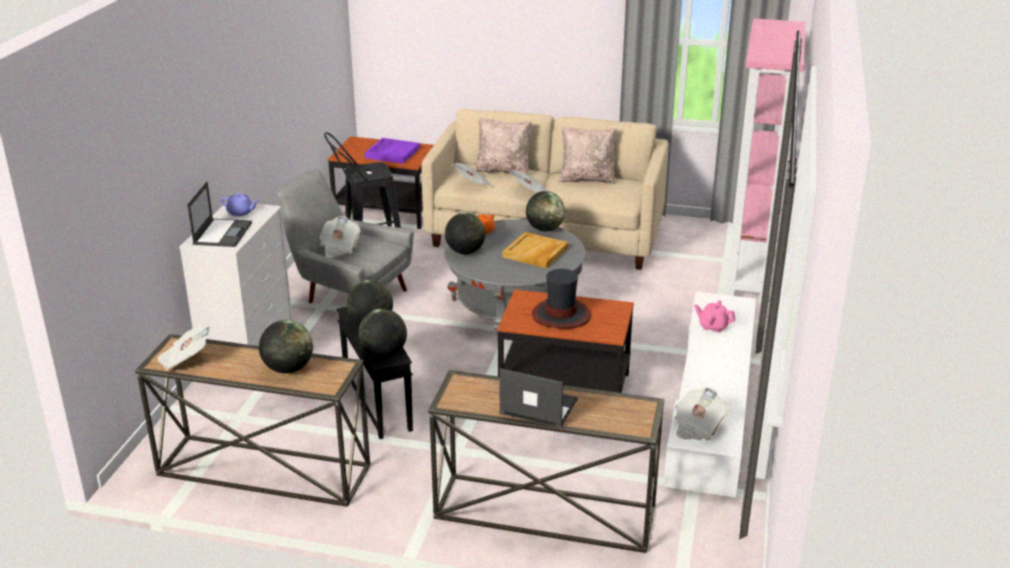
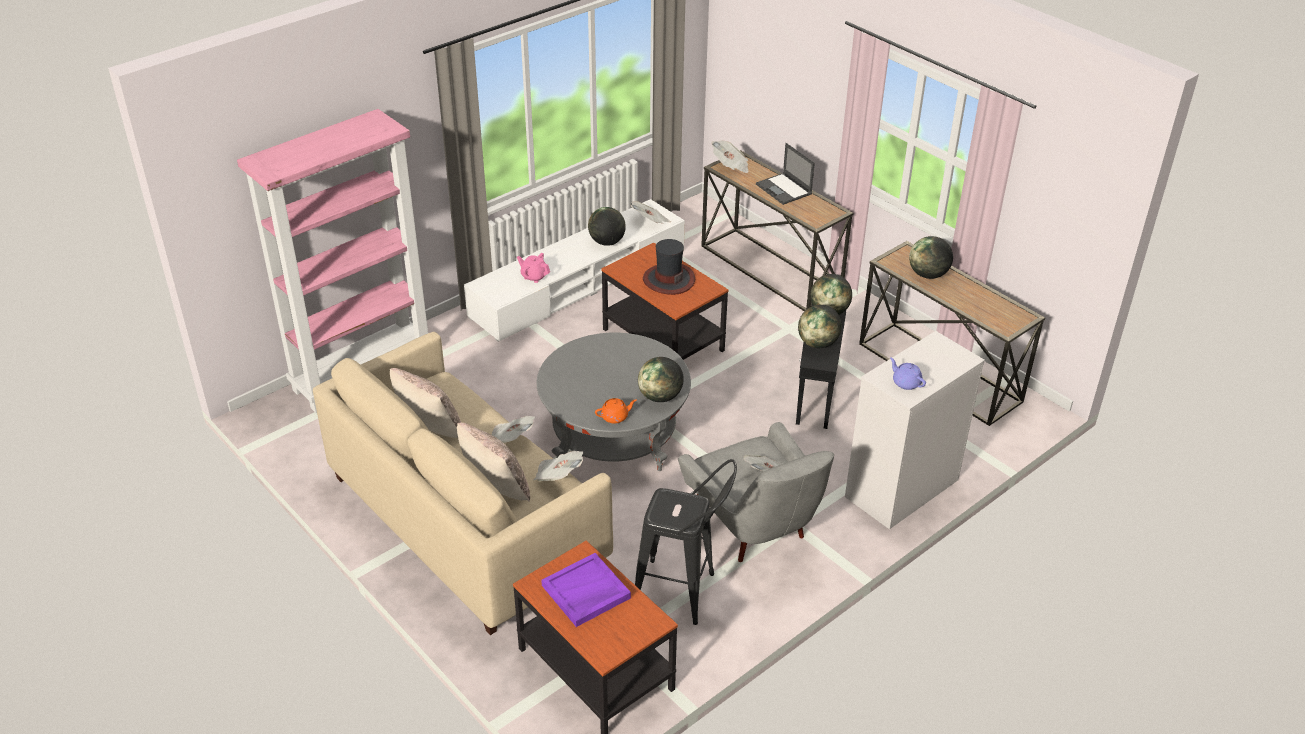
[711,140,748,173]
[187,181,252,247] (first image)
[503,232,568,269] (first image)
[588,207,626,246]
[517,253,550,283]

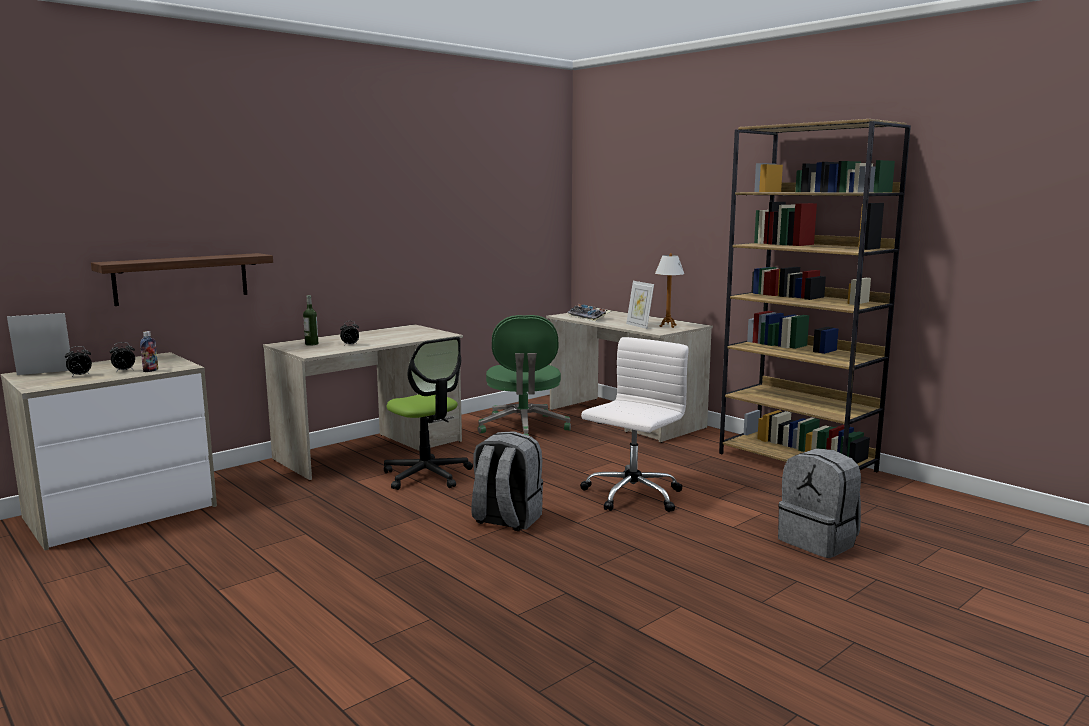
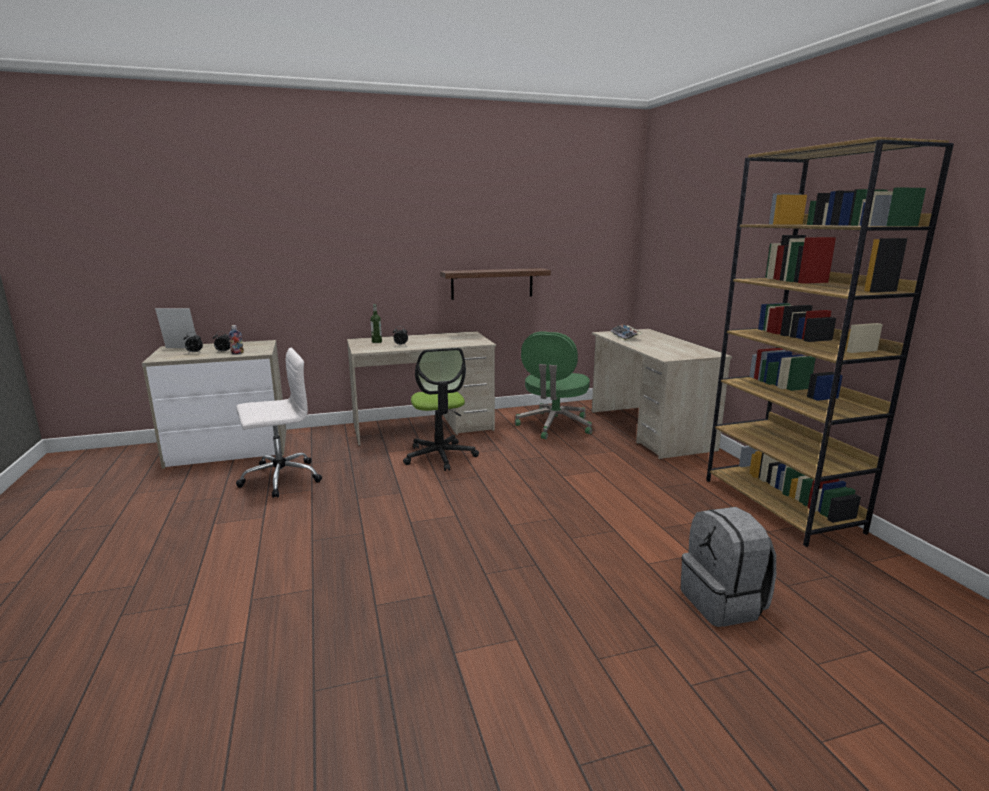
[440,268,551,300]
[471,431,543,531] (first image)
[236,348,322,498]
[626,281,654,329] (first image)
[655,253,684,328] (first image)

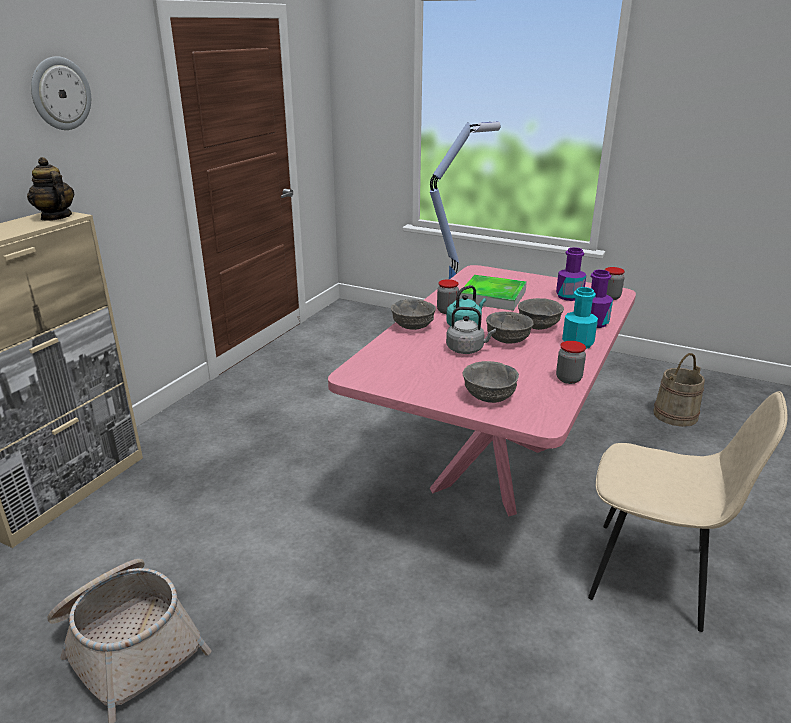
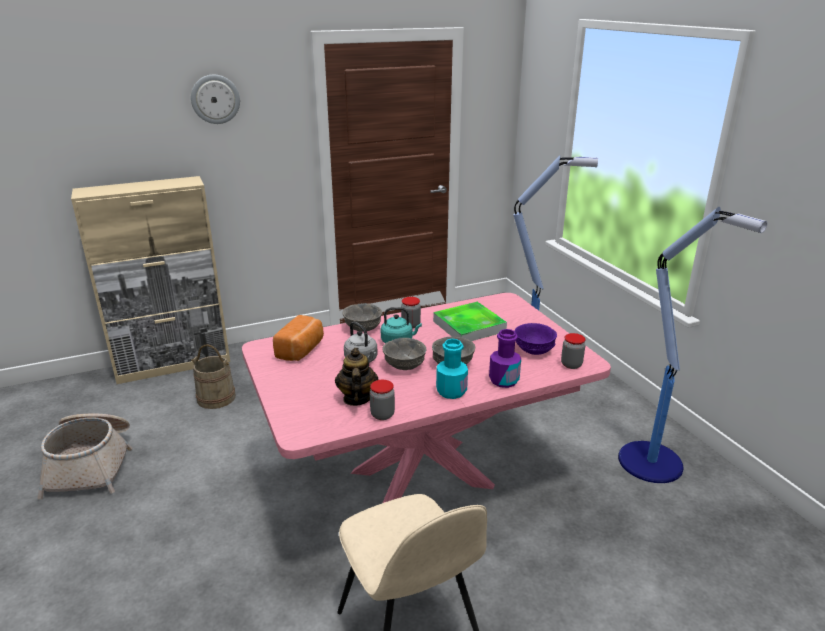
[335,348,378,406]
[463,361,519,403] (first image)
[514,323,557,355]
[191,344,235,409]
[273,315,324,361]
[618,207,767,483]

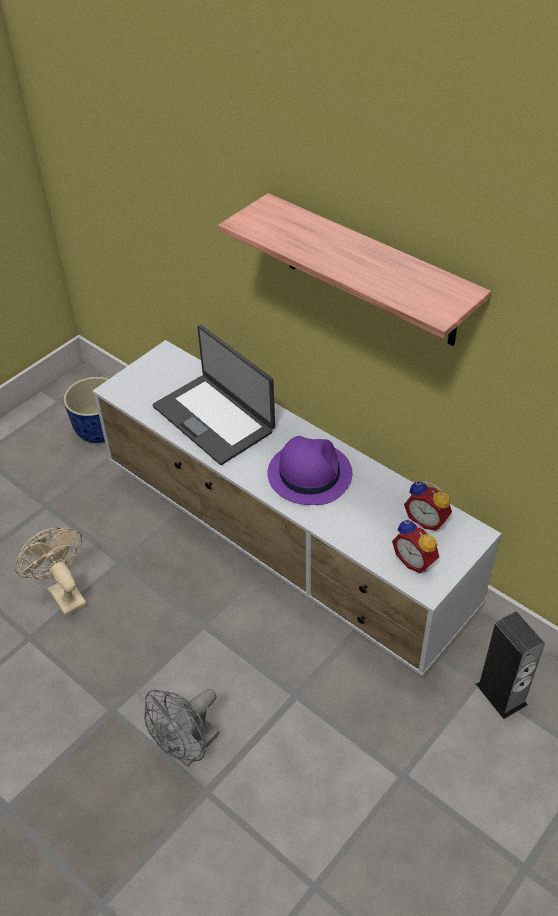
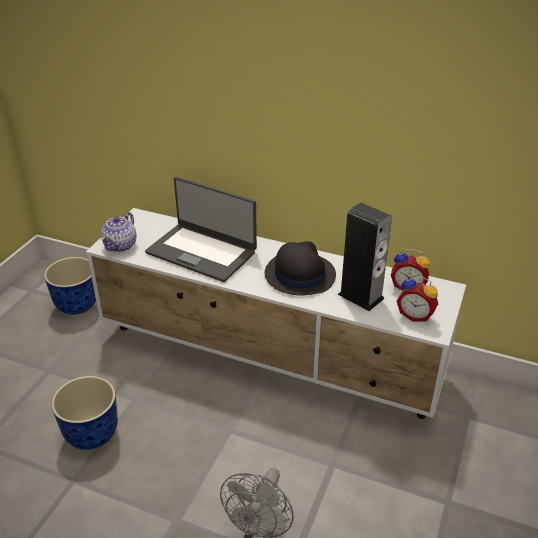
[51,376,118,450]
[218,193,491,346] (first image)
[265,241,336,296]
[338,202,392,311]
[100,212,136,252]

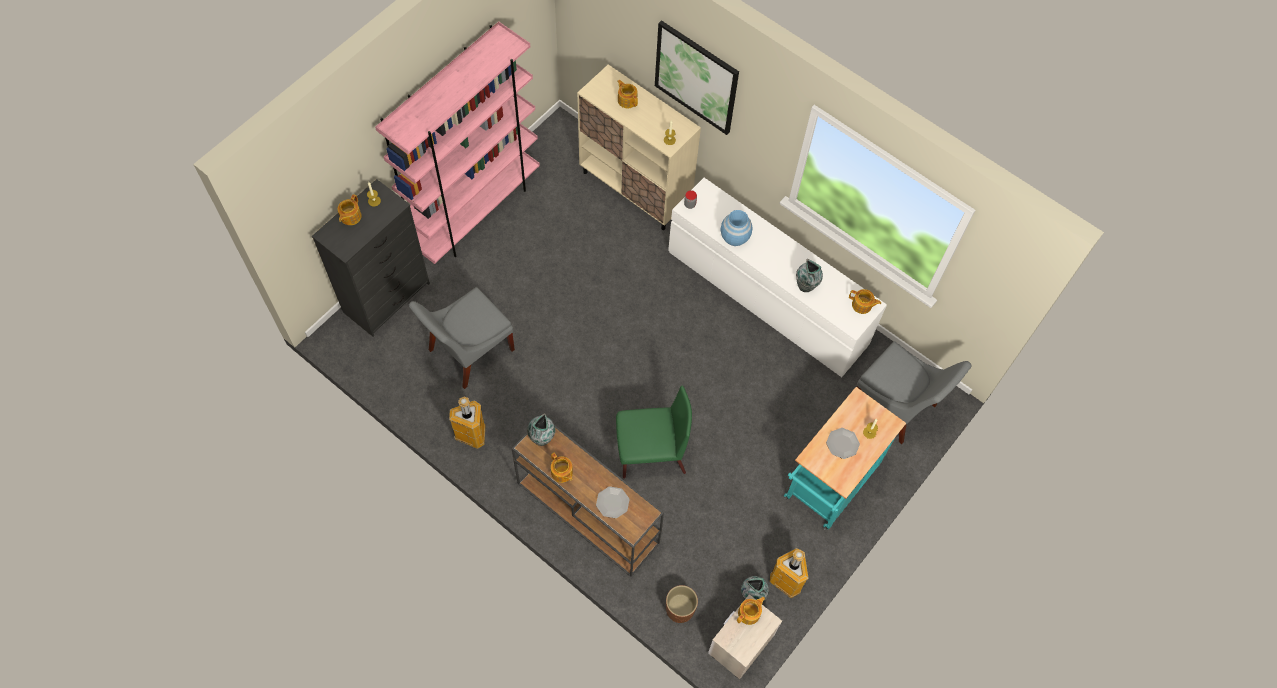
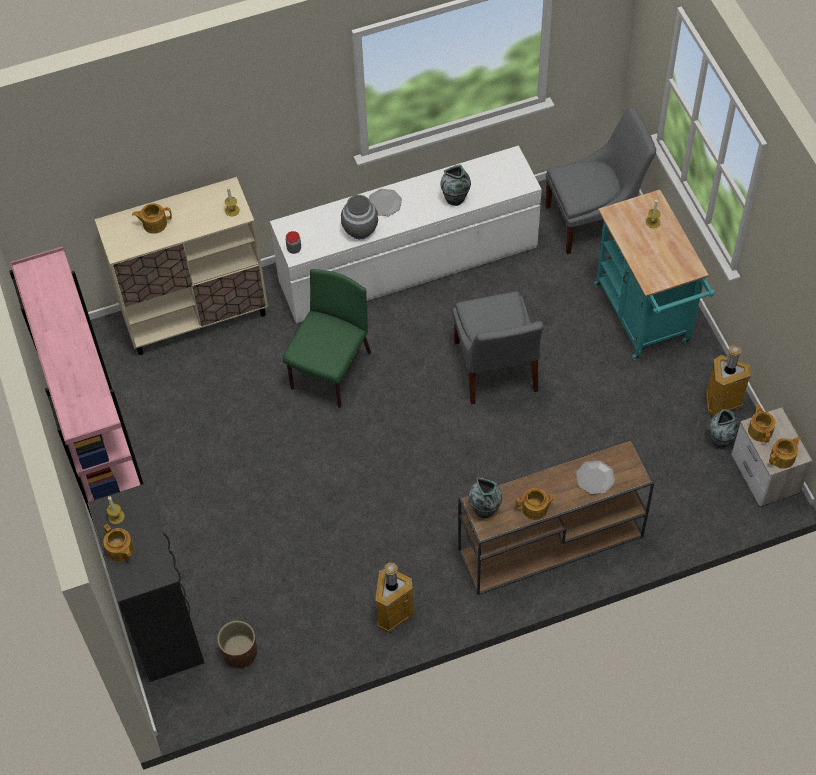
[453,291,544,405]
[283,269,371,408]
[655,20,739,135] (first image)
[217,621,257,668]
[341,195,378,239]
[369,189,402,216]
[769,436,801,469]

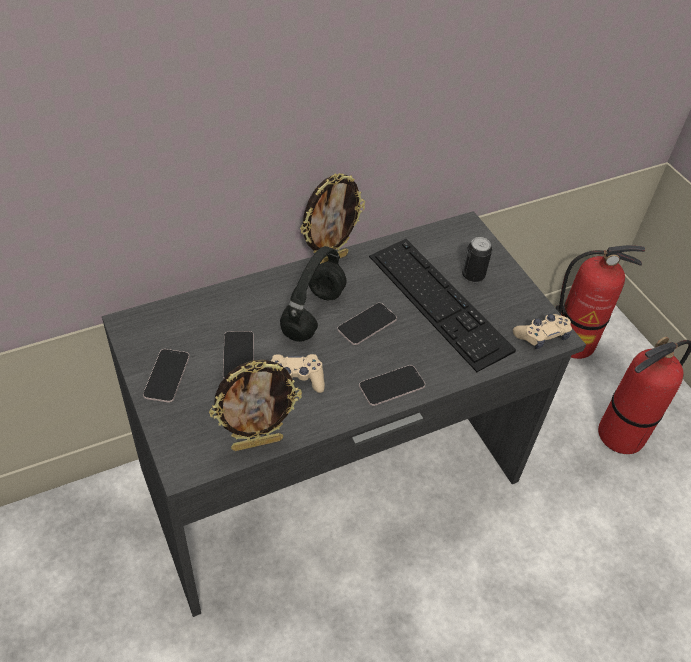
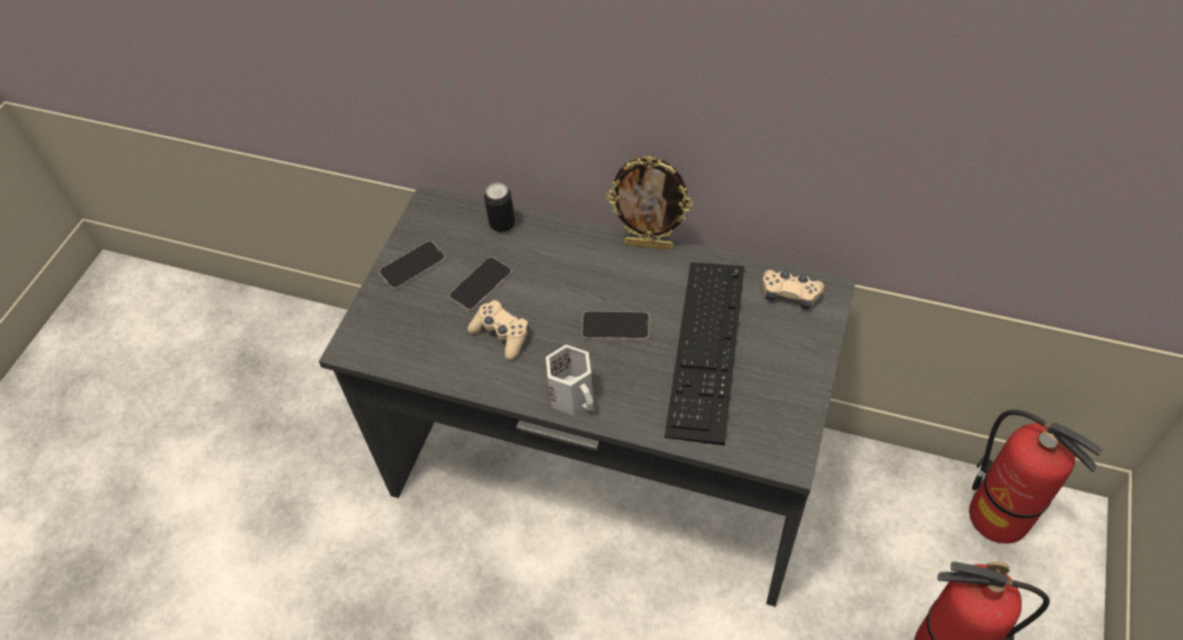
[209,360,302,451] (first image)
[280,246,346,342] (first image)
[546,345,594,416]
[484,183,515,232]
[762,270,824,309]

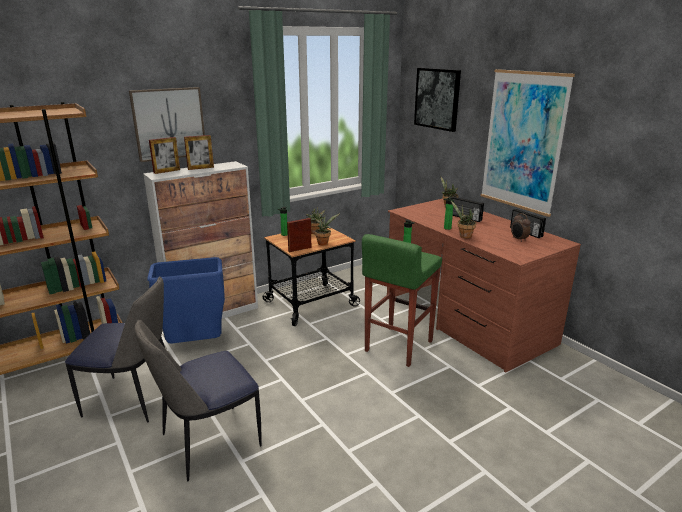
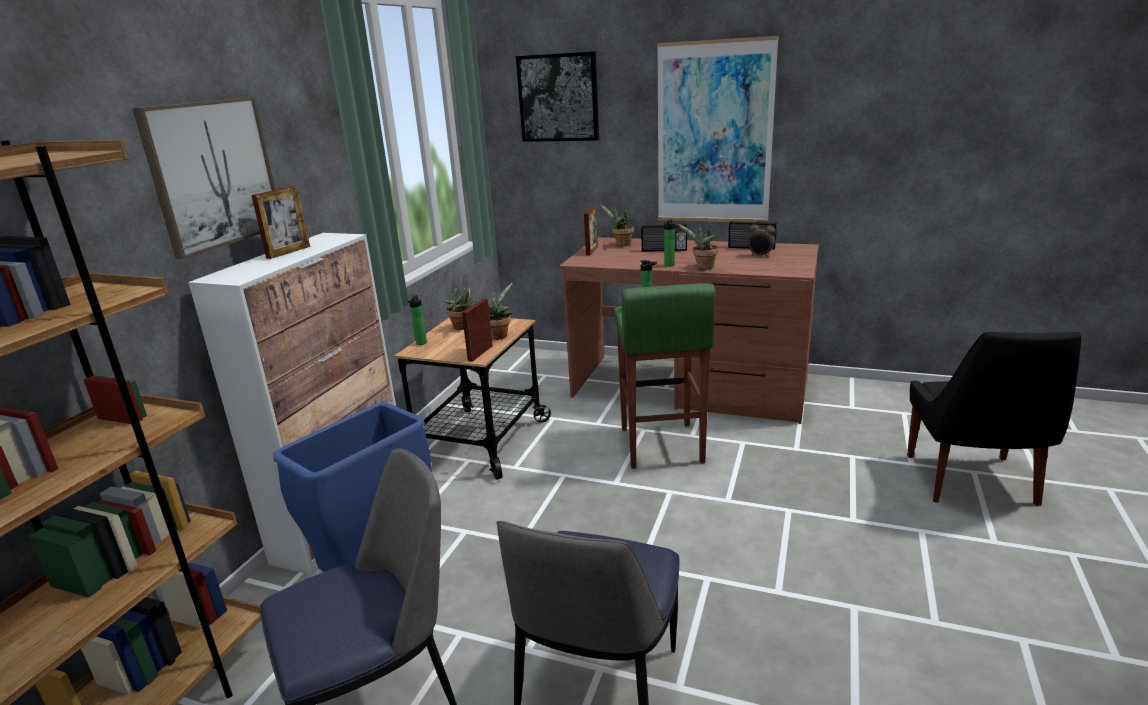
[584,207,598,256]
[907,332,1081,506]

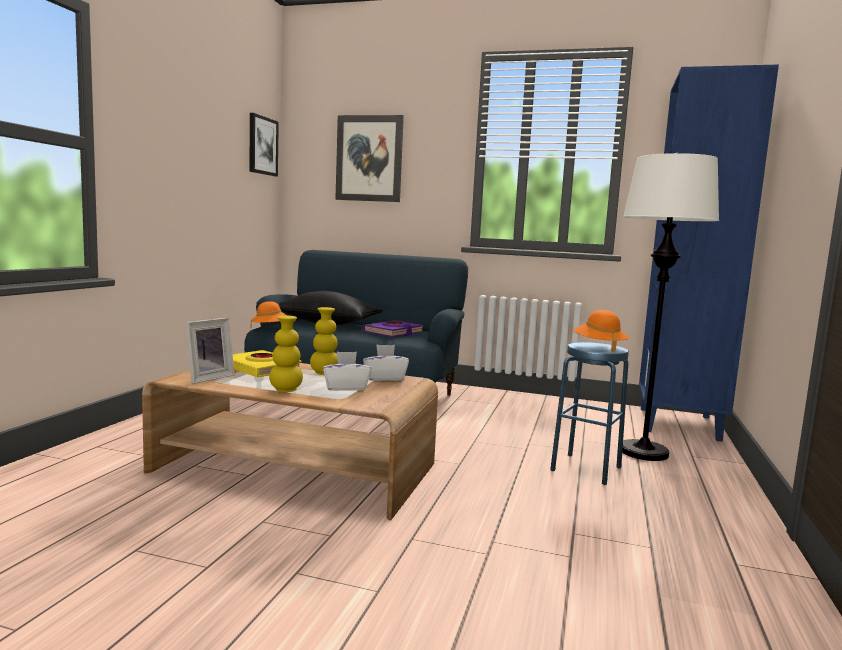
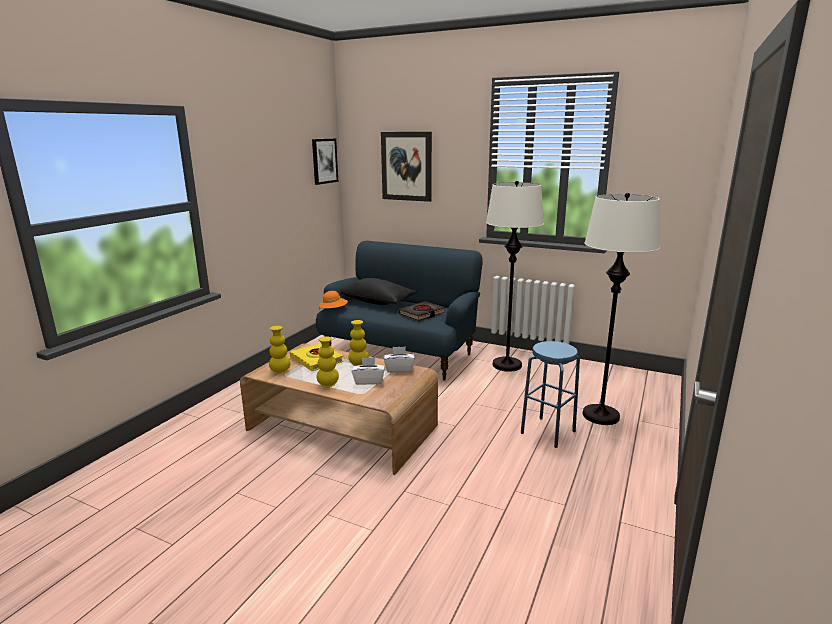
[269,326,290,374]
[398,301,445,321]
[574,310,629,352] (first image)
[639,65,779,442] (first image)
[486,181,544,372]

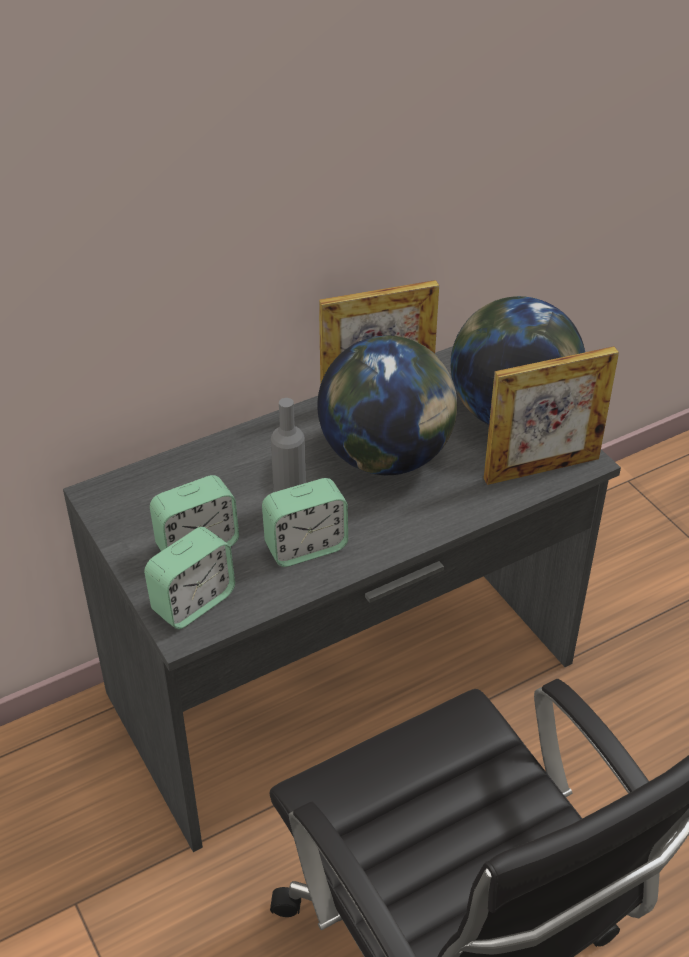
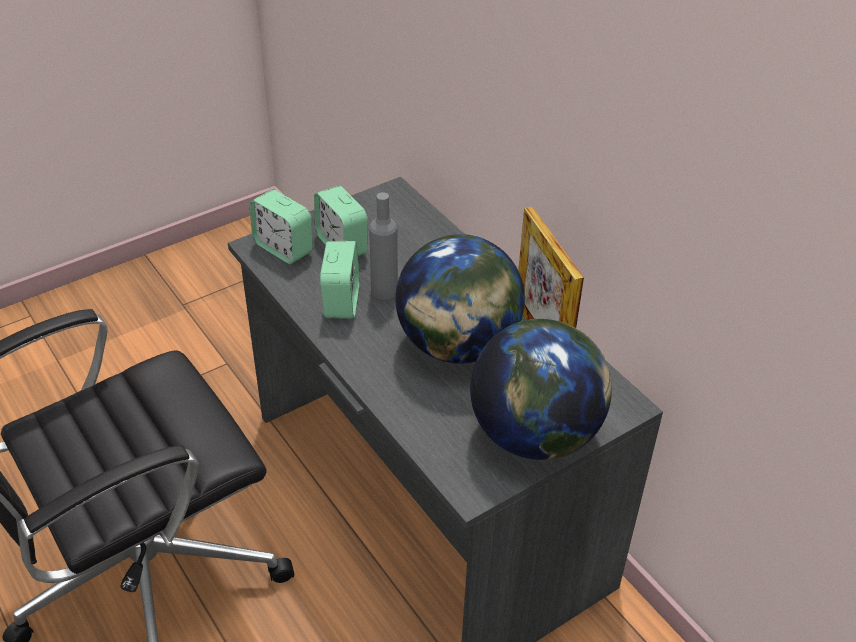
[320,241,360,319]
[484,346,619,485] (first image)

